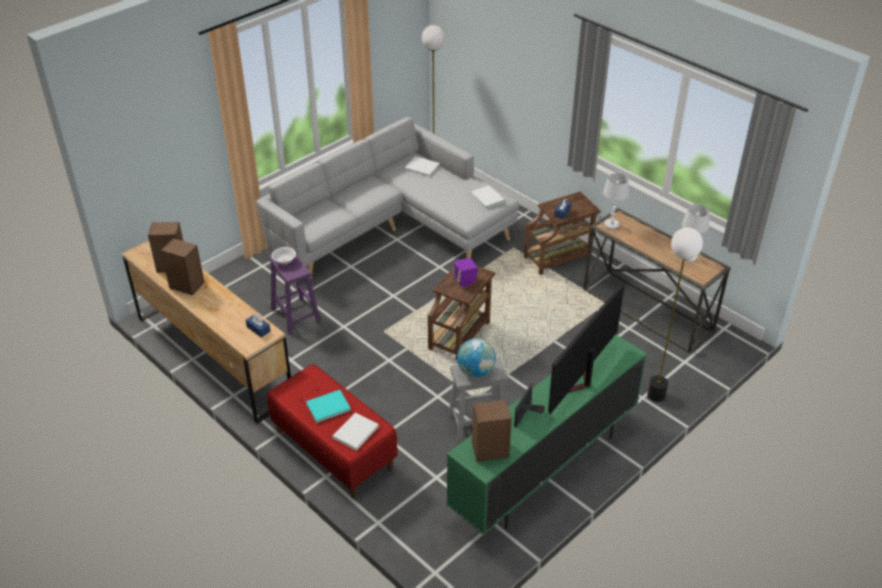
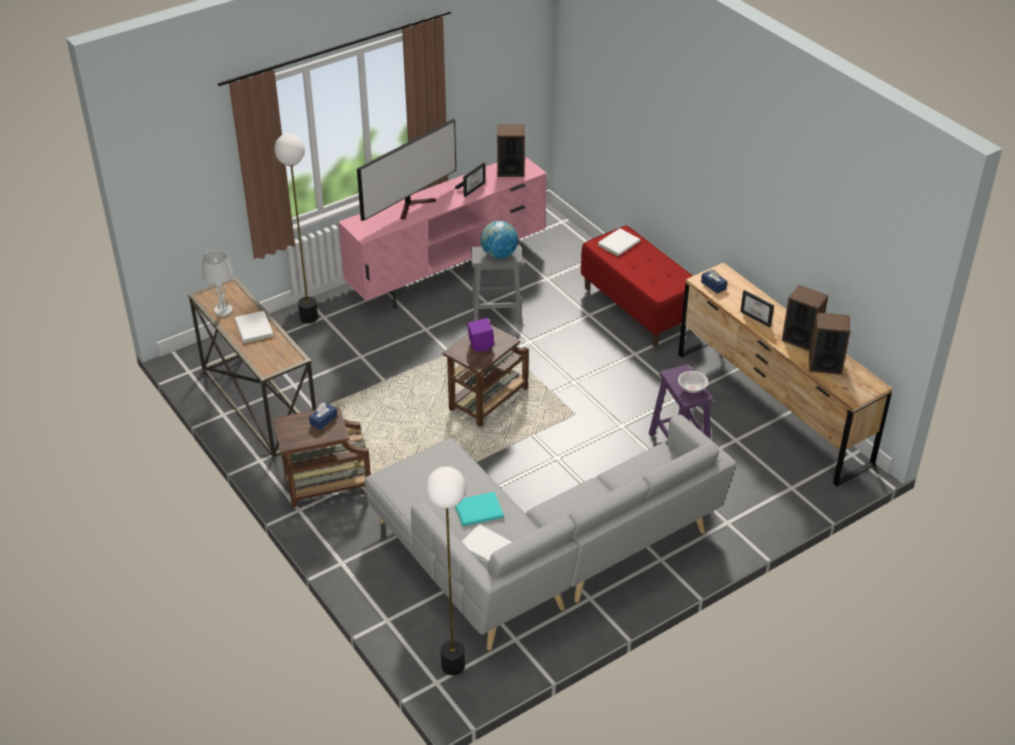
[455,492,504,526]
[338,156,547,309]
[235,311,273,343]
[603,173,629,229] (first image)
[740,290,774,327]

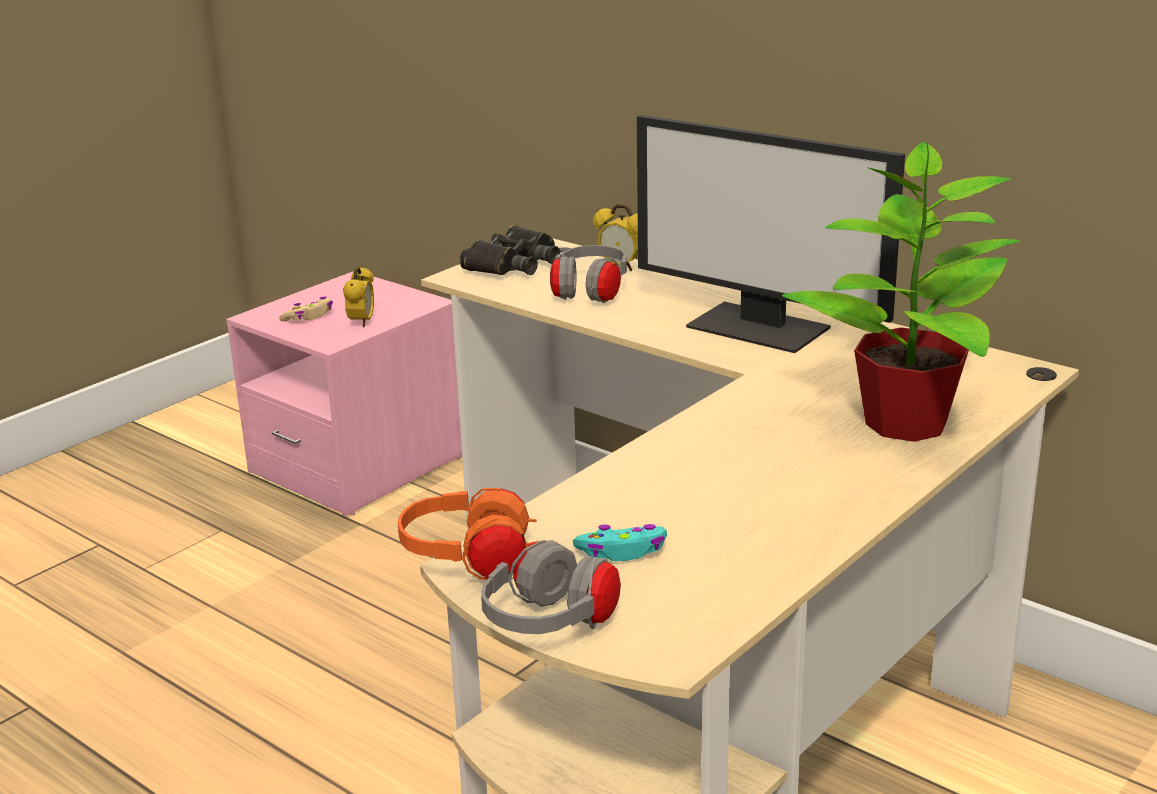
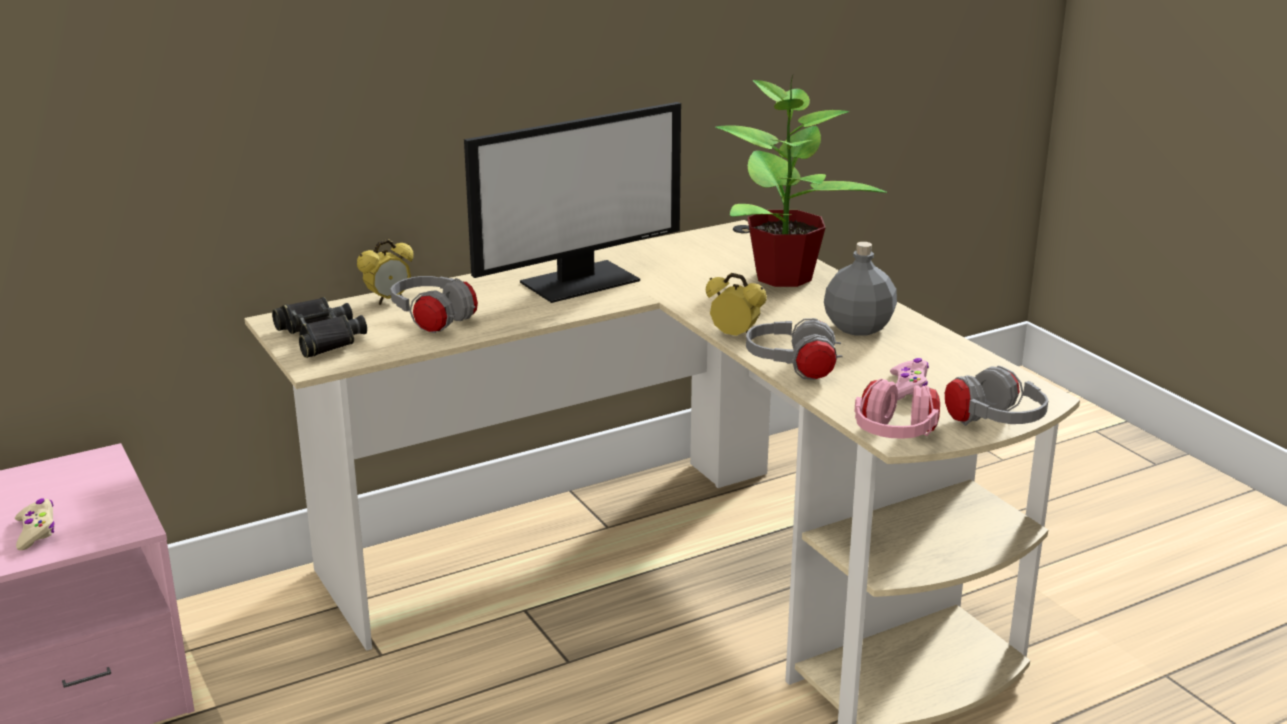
[706,273,767,336]
[854,378,940,439]
[890,358,929,400]
[746,318,842,380]
[824,242,897,336]

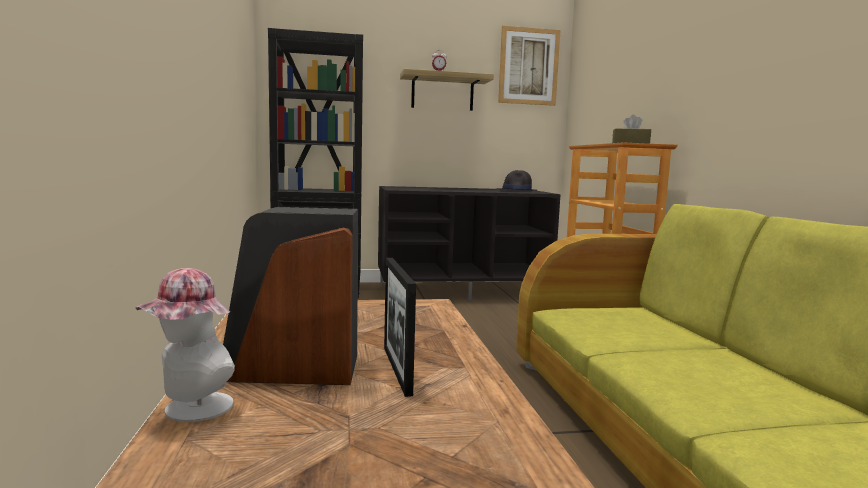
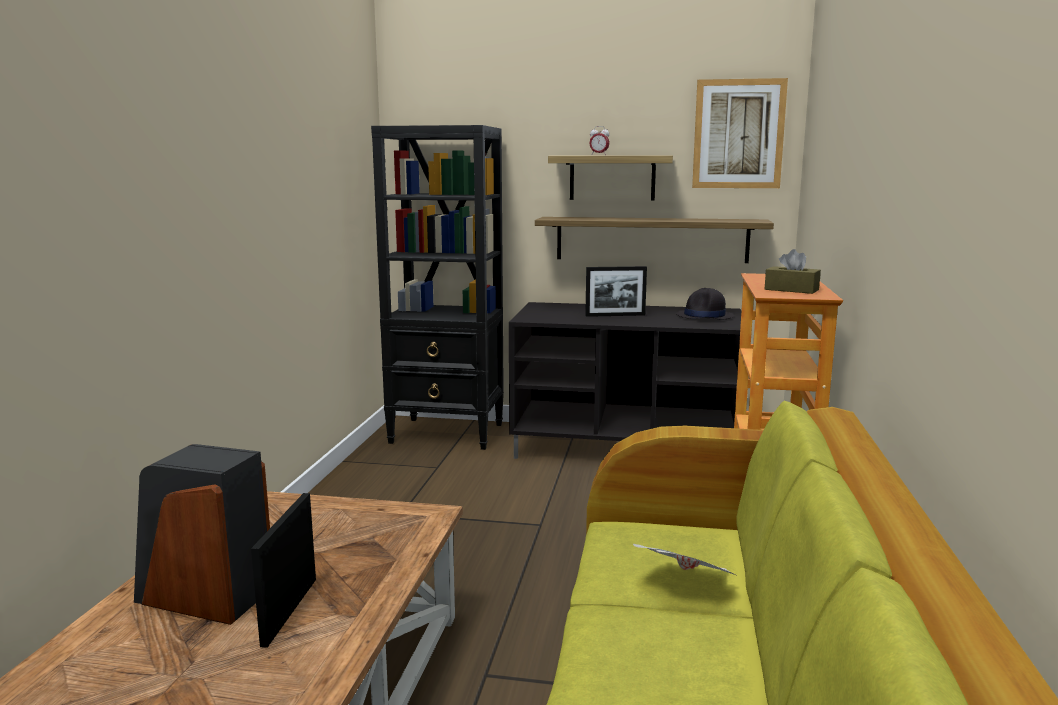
[135,268,235,422] (first image)
[535,217,774,263]
[585,266,647,317]
[633,544,736,575]

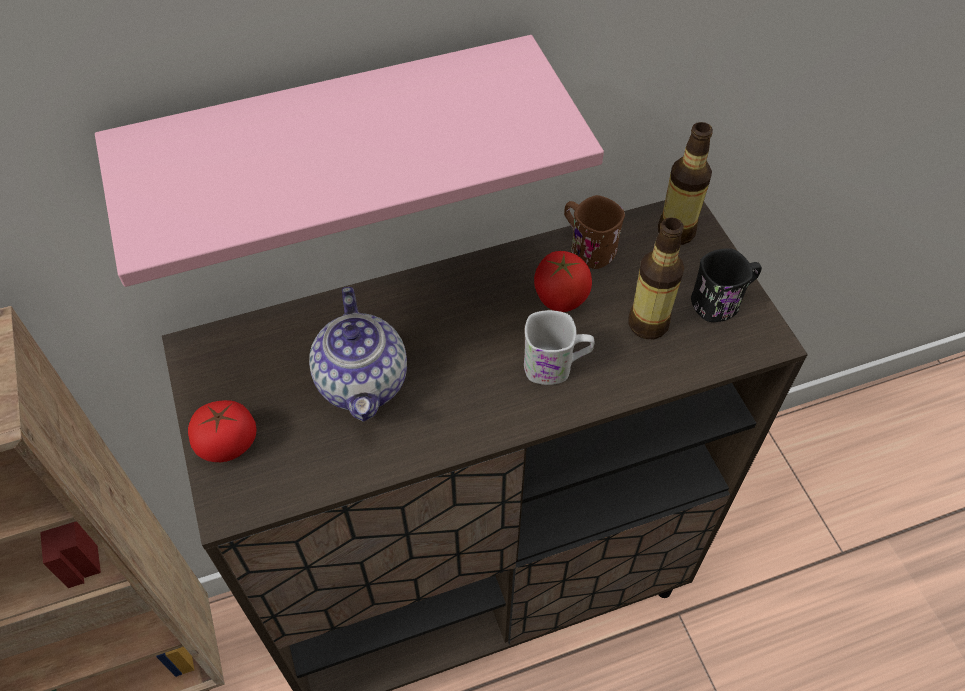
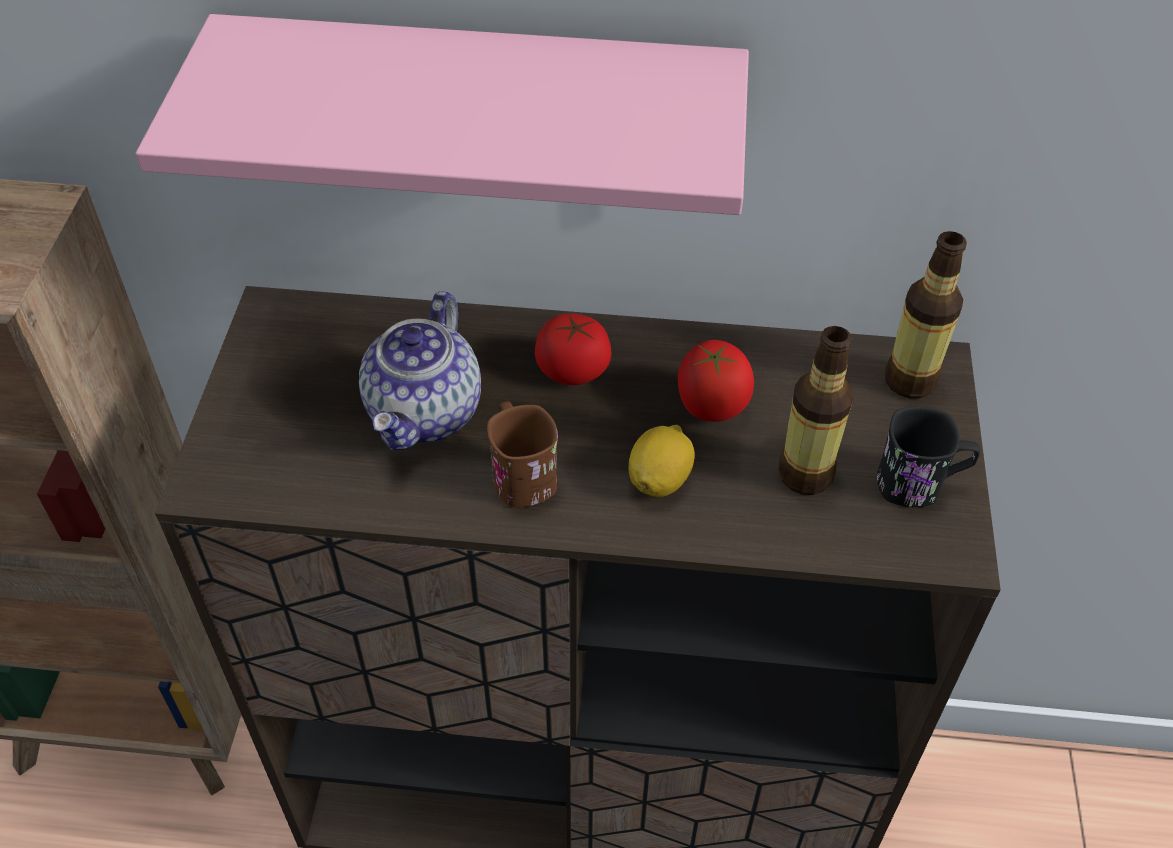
[535,314,611,385]
[629,425,695,497]
[487,401,558,508]

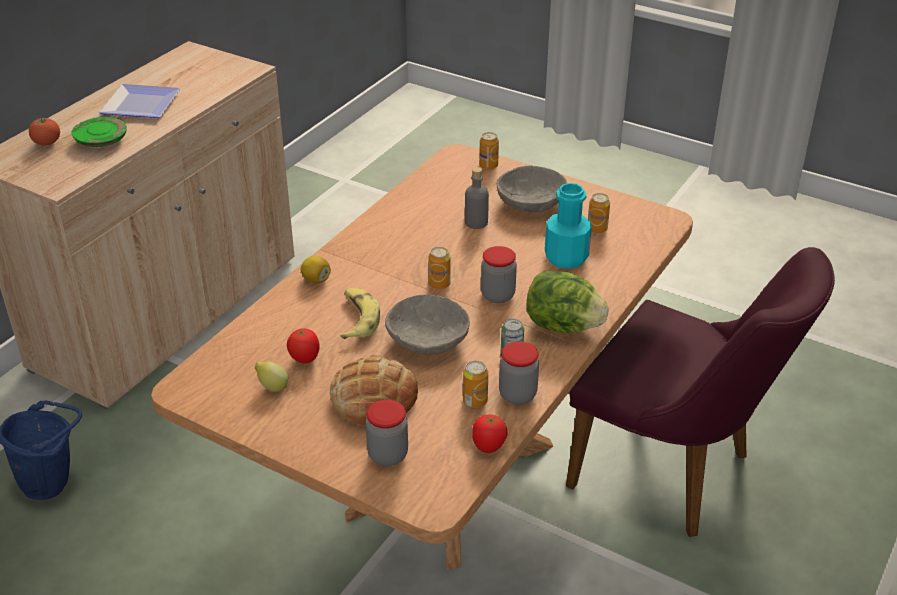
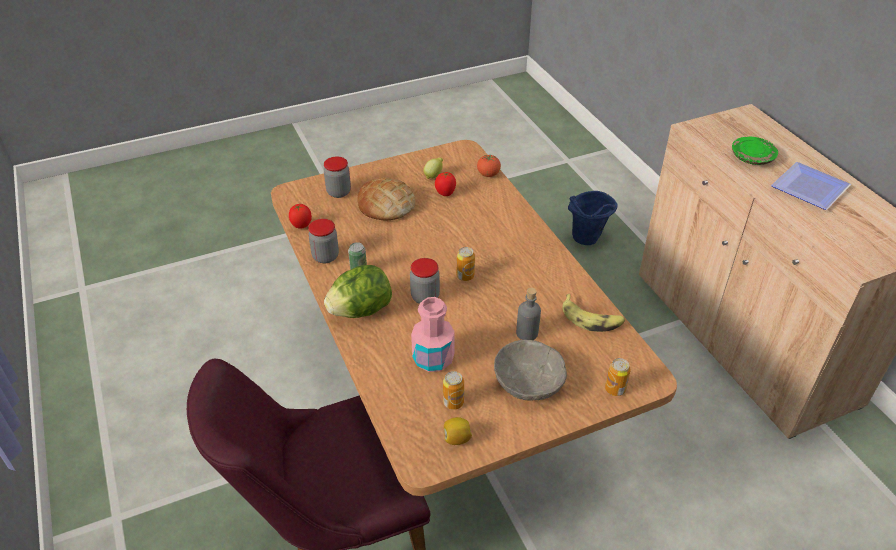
[477,154,501,177]
[444,417,472,445]
[563,294,625,332]
[385,295,470,355] (first image)
[463,361,488,408] (first image)
[411,297,455,372]

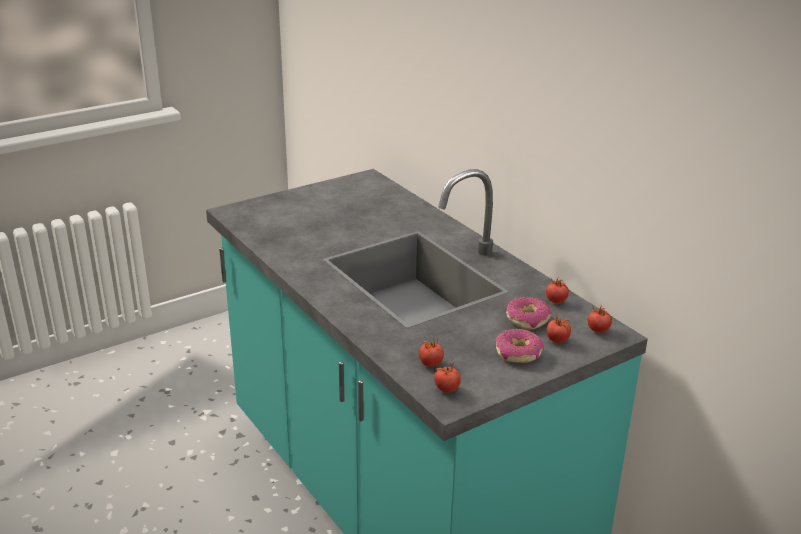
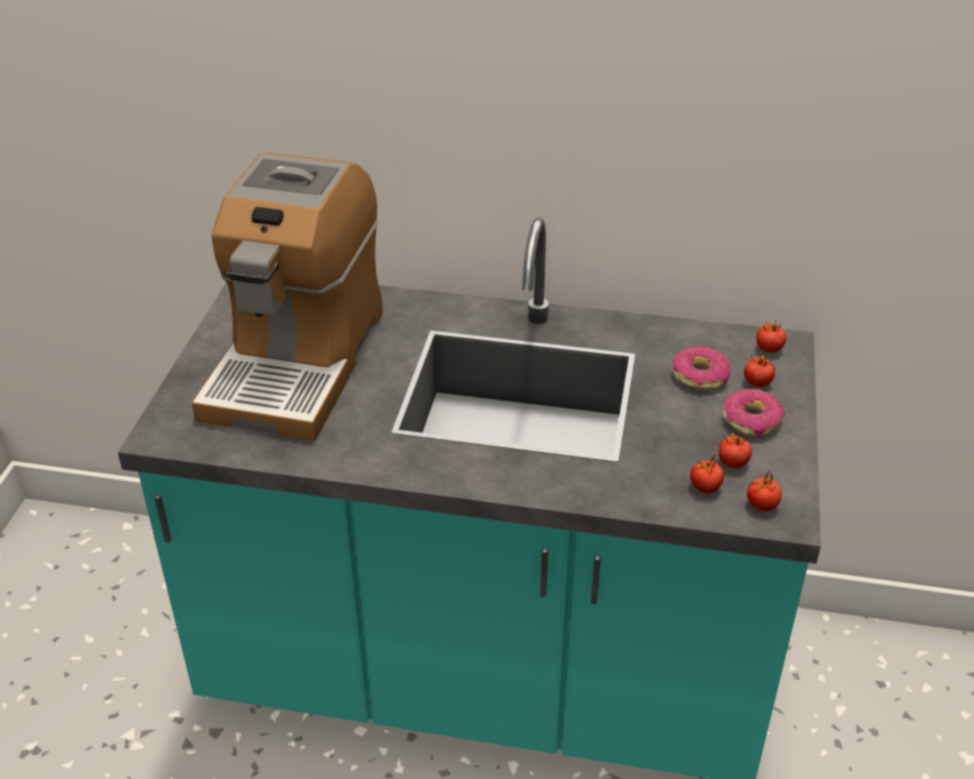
[719,432,752,468]
[192,152,383,441]

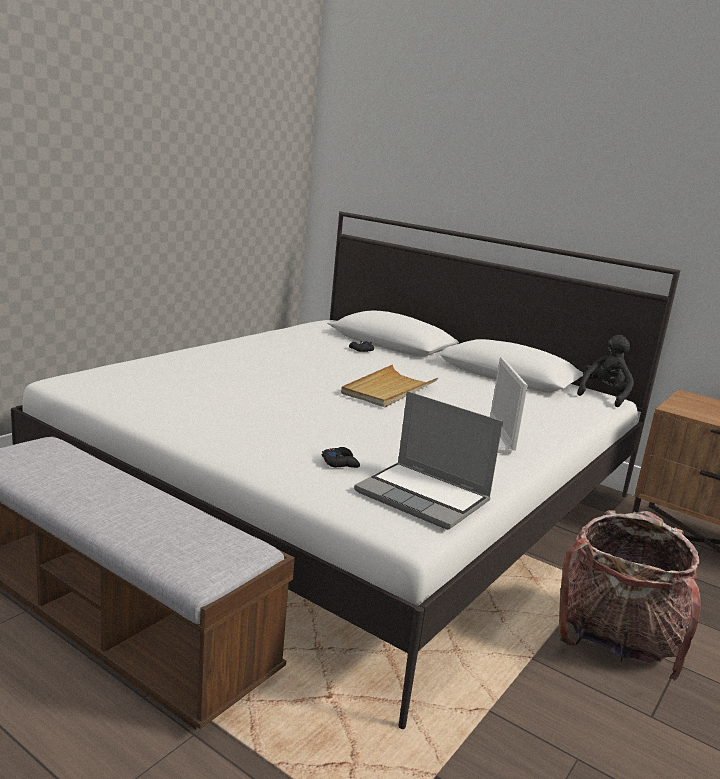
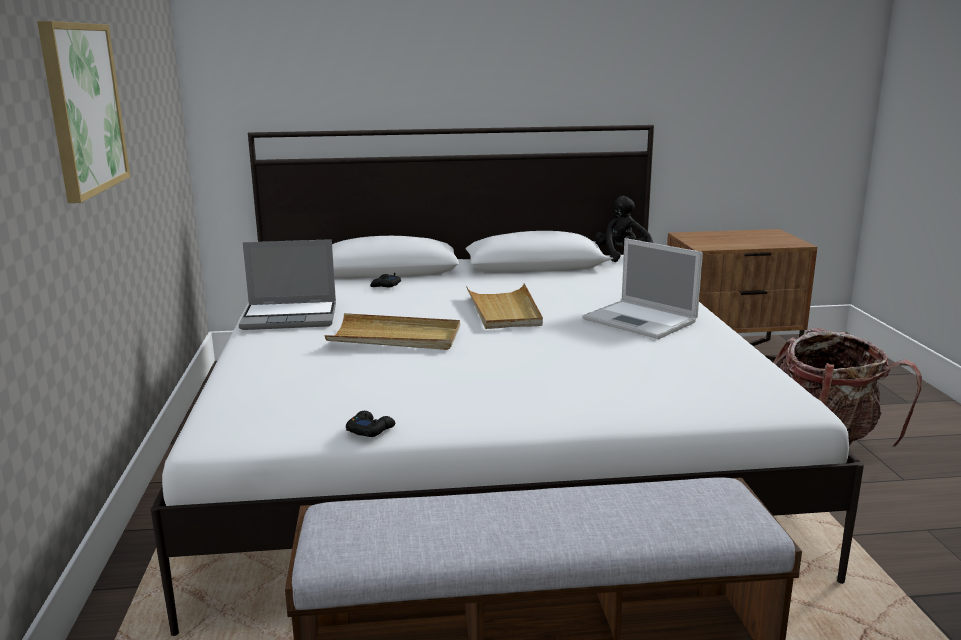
[346,411,395,437]
[239,239,336,330]
[37,21,130,203]
[325,313,460,350]

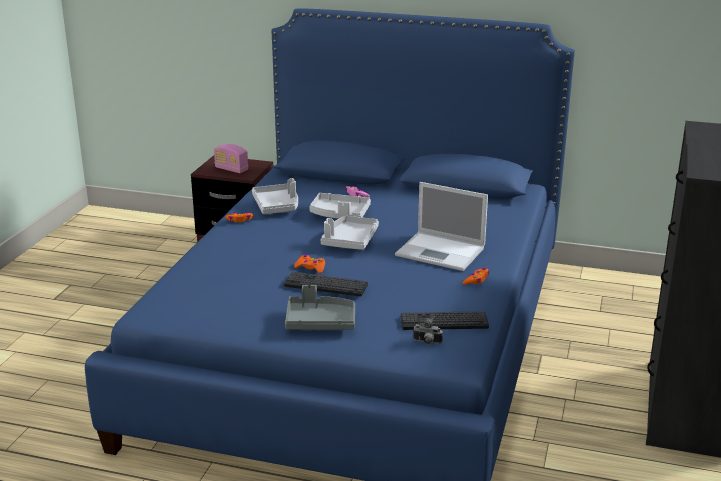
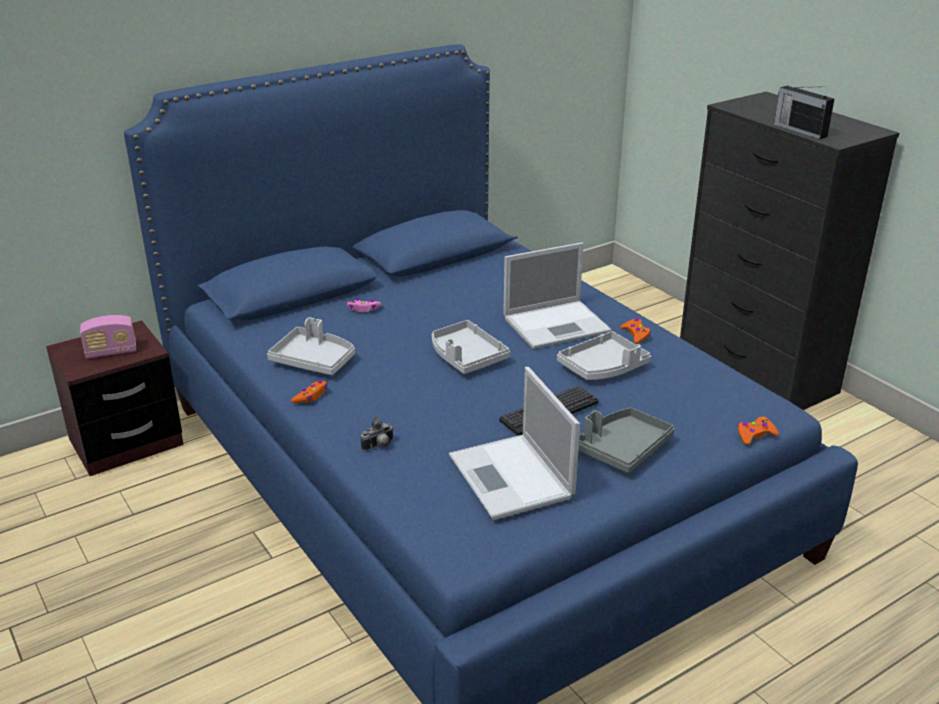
[737,417,779,445]
[557,331,651,380]
[401,311,489,330] (first image)
[361,417,394,451]
[449,367,580,520]
[774,86,834,139]

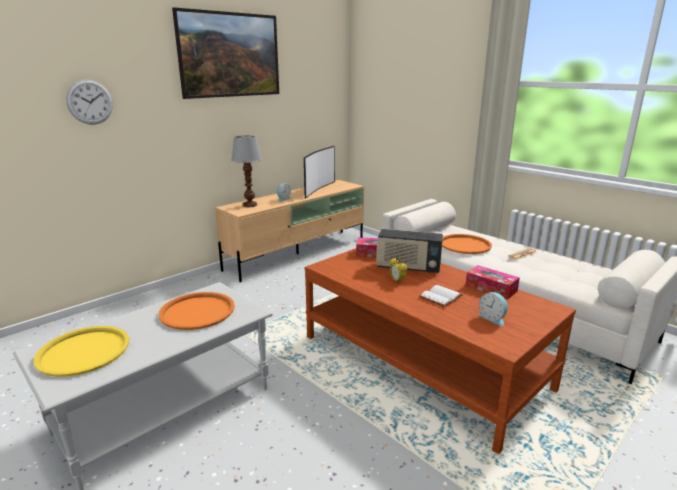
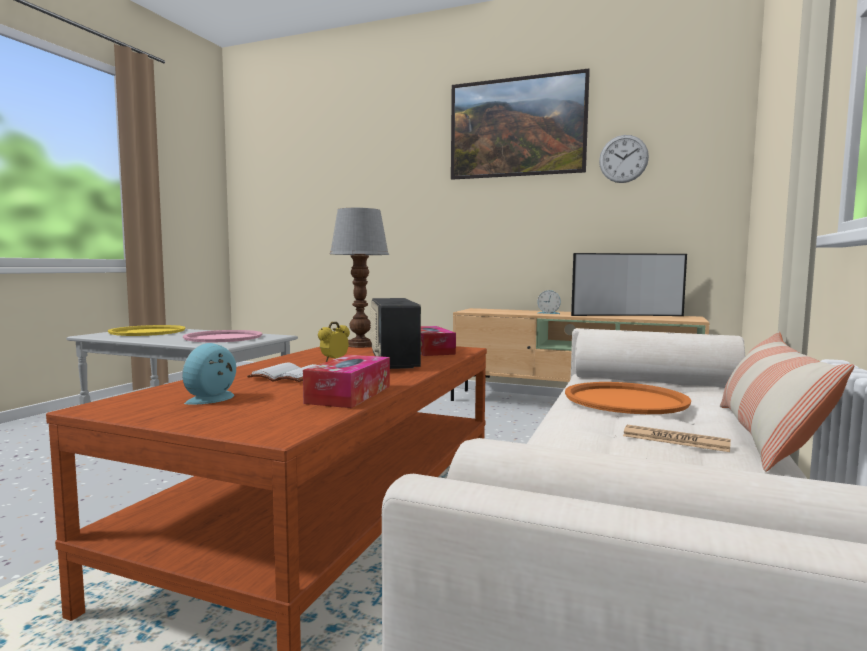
[599,135,649,183]
[183,330,262,342]
[330,208,389,348]
[720,331,854,472]

